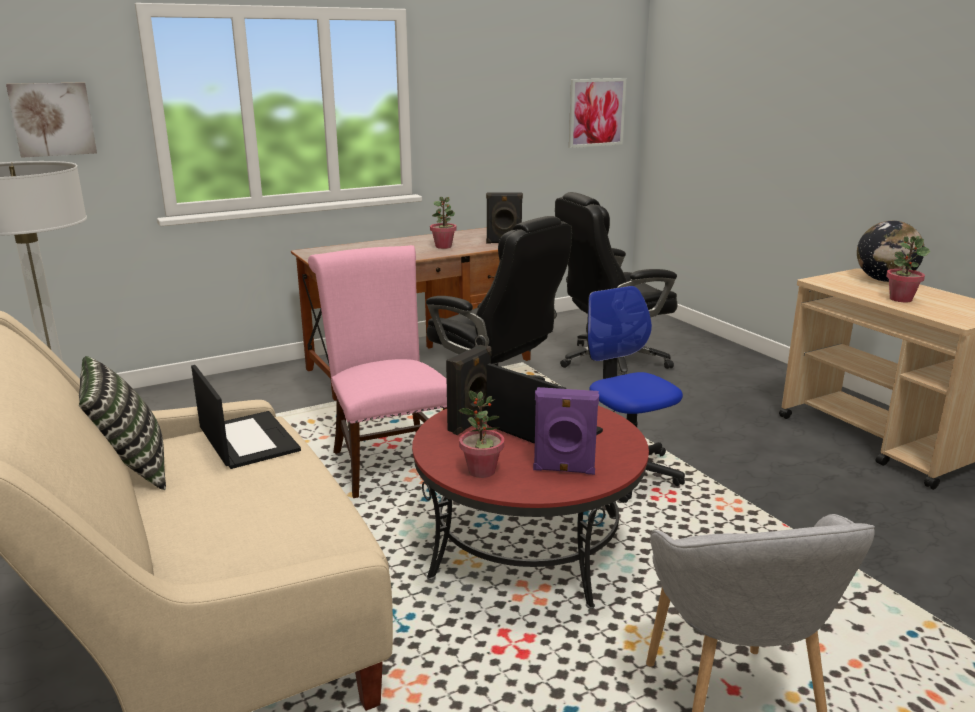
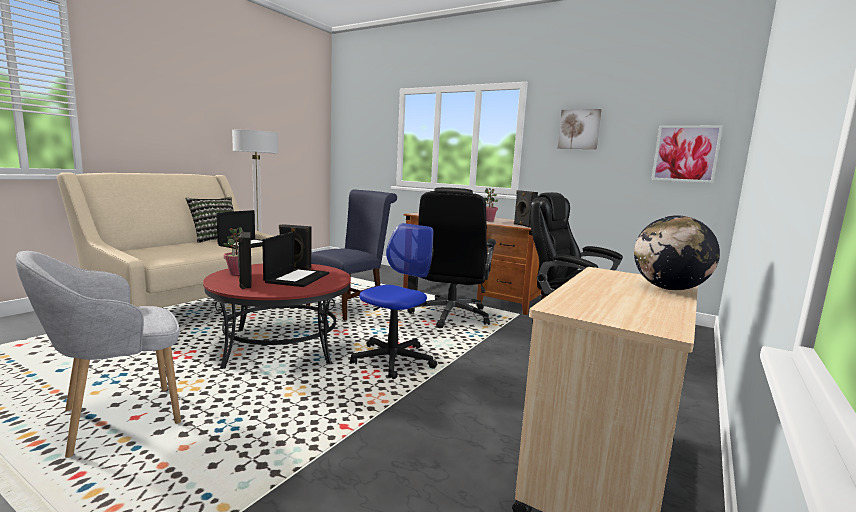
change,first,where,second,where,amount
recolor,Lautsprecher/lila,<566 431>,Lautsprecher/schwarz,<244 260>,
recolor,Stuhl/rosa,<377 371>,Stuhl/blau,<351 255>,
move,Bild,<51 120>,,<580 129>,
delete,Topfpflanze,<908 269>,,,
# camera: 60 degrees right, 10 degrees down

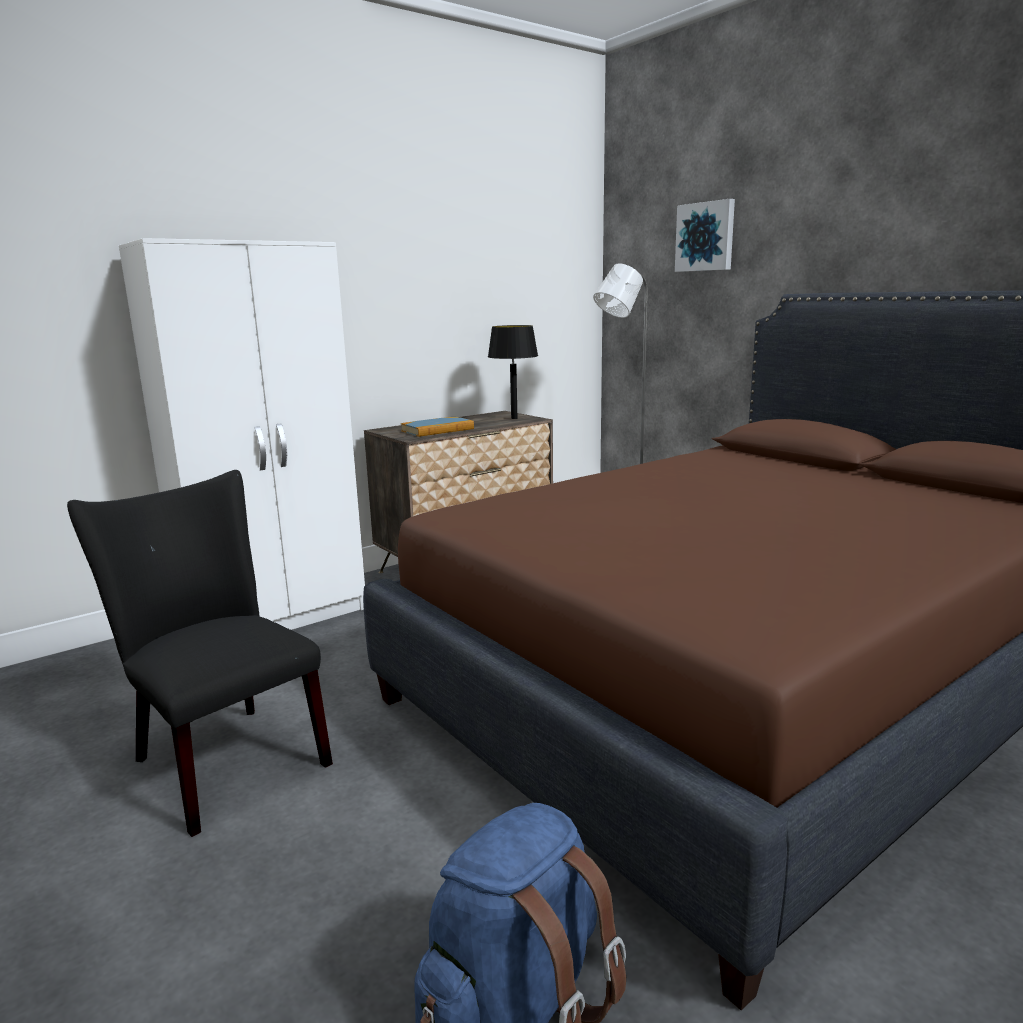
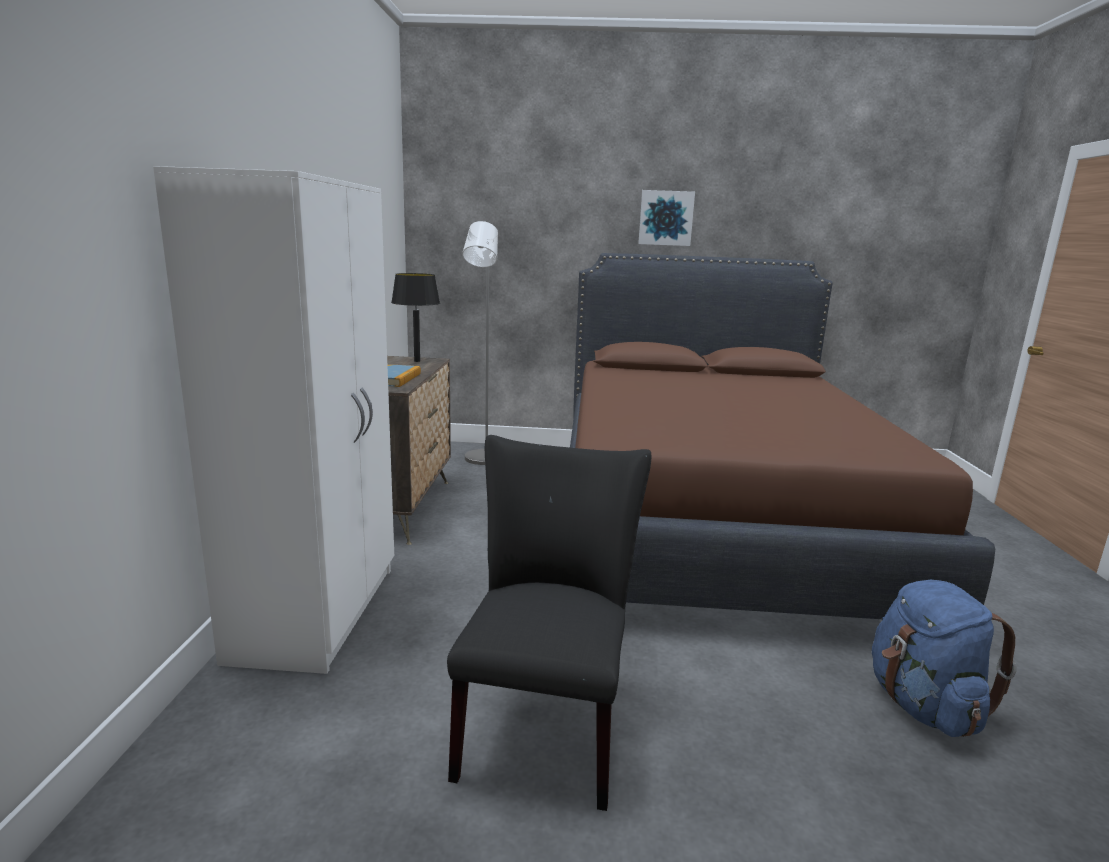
change,first,where,second,where,amount
rotate,Stuhl/schwarz,<200 653>,,<549 623>,105 degrees clockwise
move,Bild,<705 235>,,<666 218>,
# camera: 50 degrees left, 0 degrees up

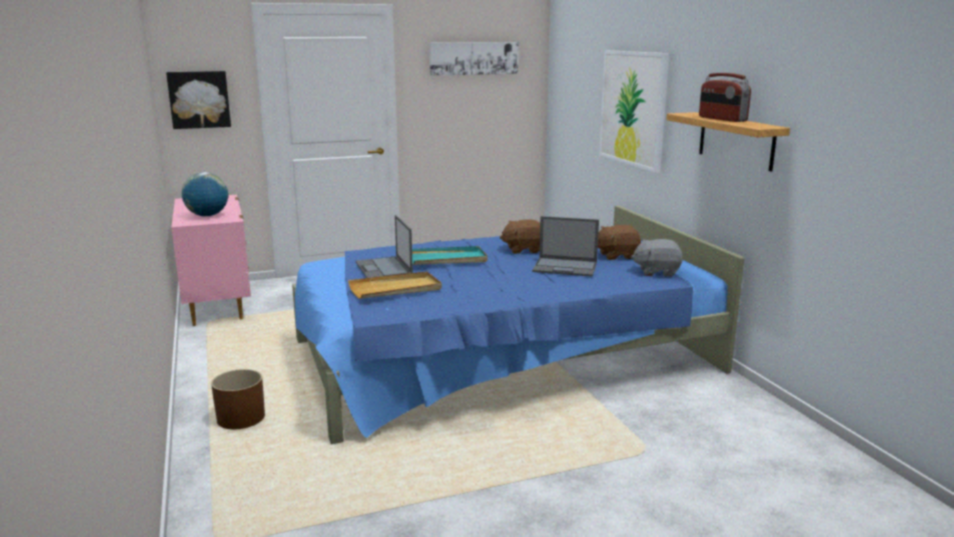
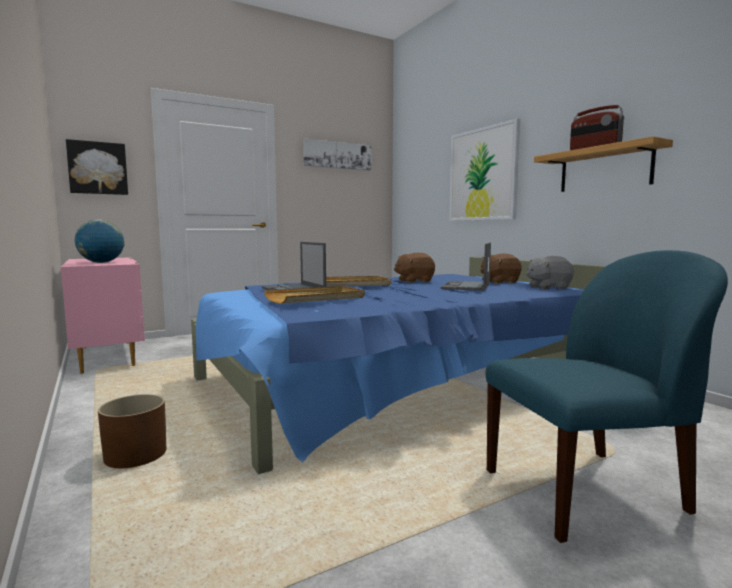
change,first,where,second,where,amount
recolor,Tablett/türkis,<450 255>,Tablett/beige,<358 281>,
rotate,Laptop,<565 246>,,<466 266>,105 degrees clockwise
insert,,,Stuhl/blau,<606 396>,
# camera: 10 degrees left, 10 degrees down

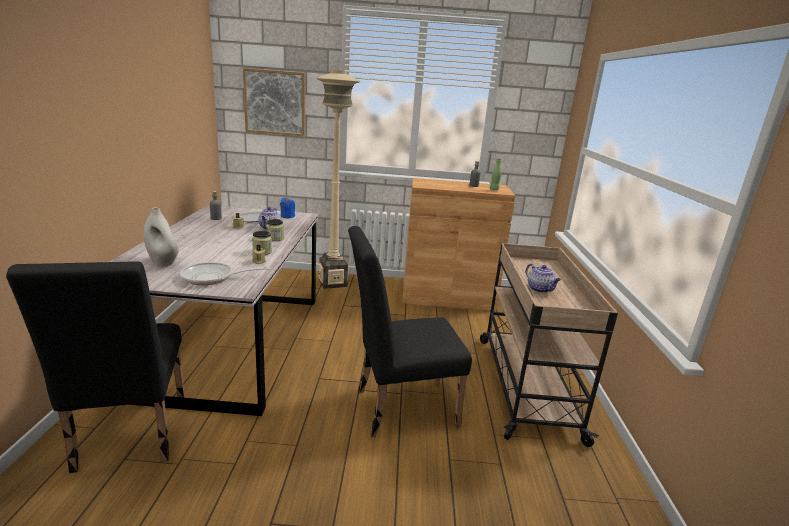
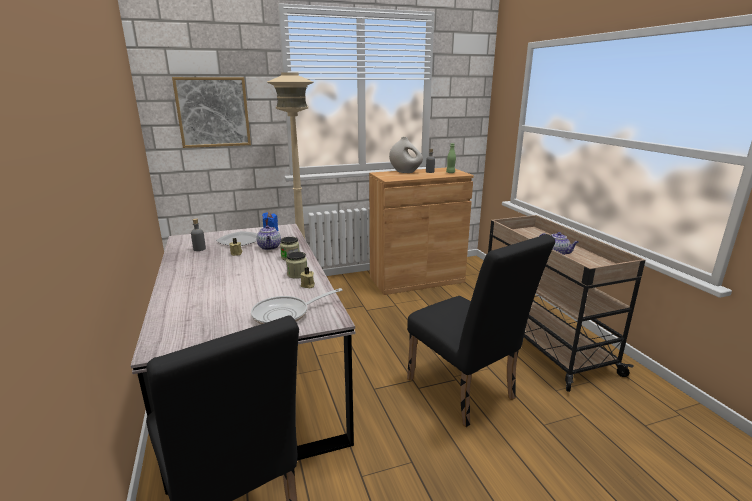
change,first,where,second,where,amount
move,Vase/weiß,<161 237>,,<406 155>,
rotate,Stuhl/schwarz,<410 331>,,<481 330>,90 degrees counterclockwise
# camera: 20 degrees left, 0 degrees up

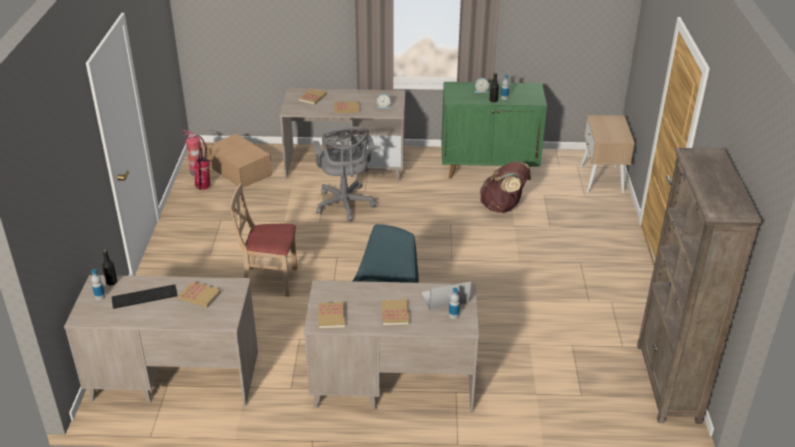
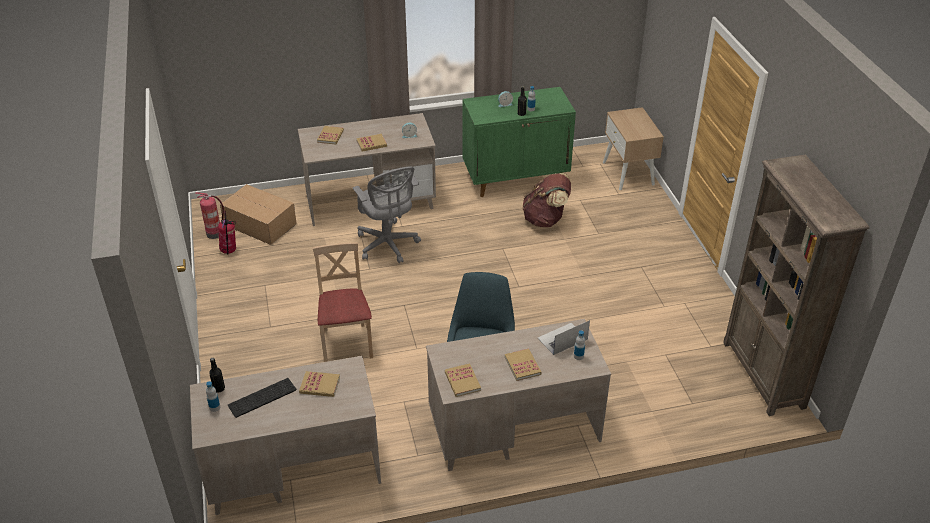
change,first,where,second,where,amount
rotate,Stuhl/beige,<263 240>,,<343 302>,90 degrees clockwise
# camera: 15 degrees left, 5 degrees up

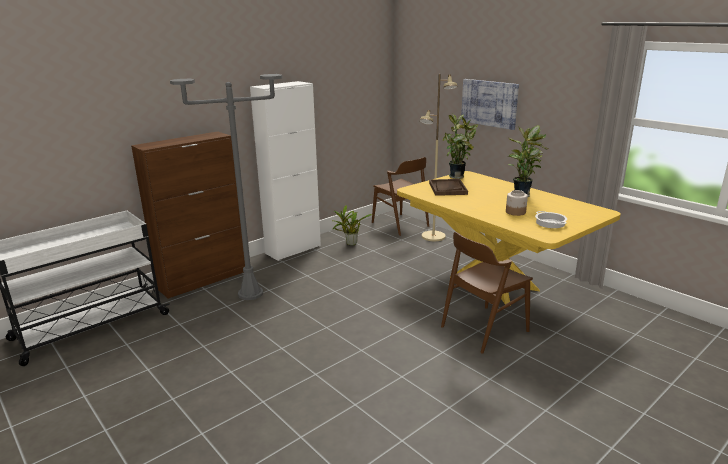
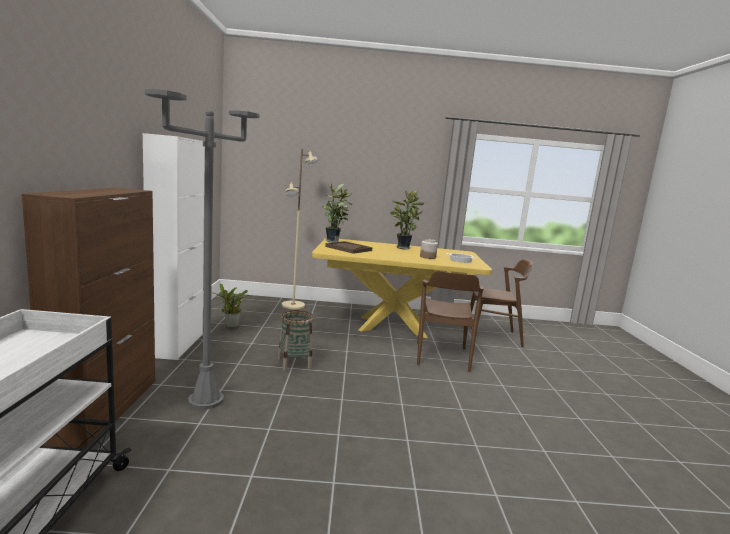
change,first,where,second,where,amount
insert,,,Korb,<295 340>,
move,Stuhl/braun,<400 196>,,<501 303>,
delete,Bild,<490 104>,,,
# camera: 50 degrees left, 10 degrees down

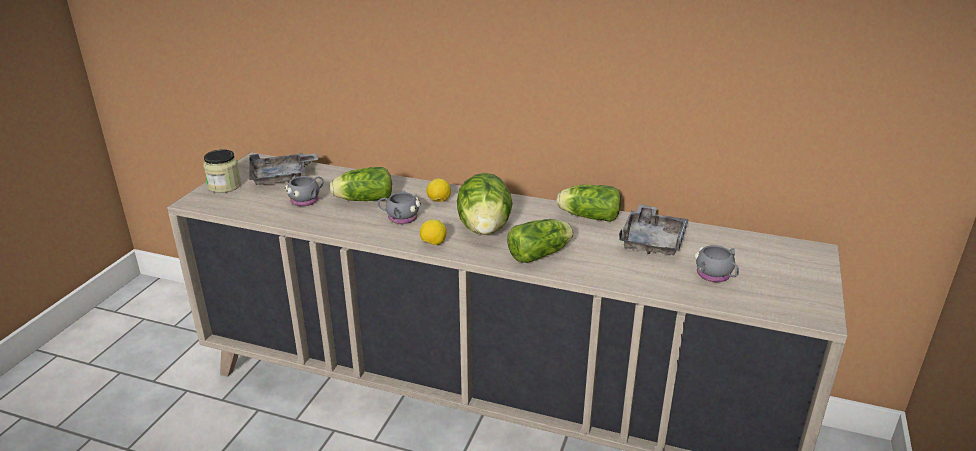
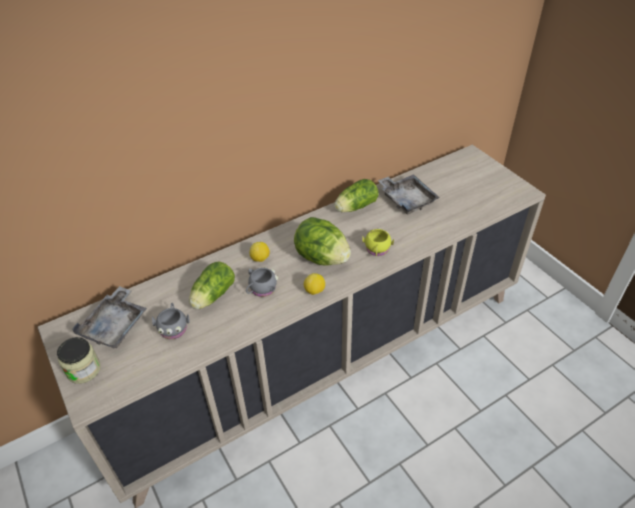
change,first,where,second,where,amount
replace,Salatkopf,<540 241>,Henkelbecher/gelb,<378 242>,
delete,Henkelbecher/grau,<716 263>,,,
# camera: 50 degrees left, 15 degrees up

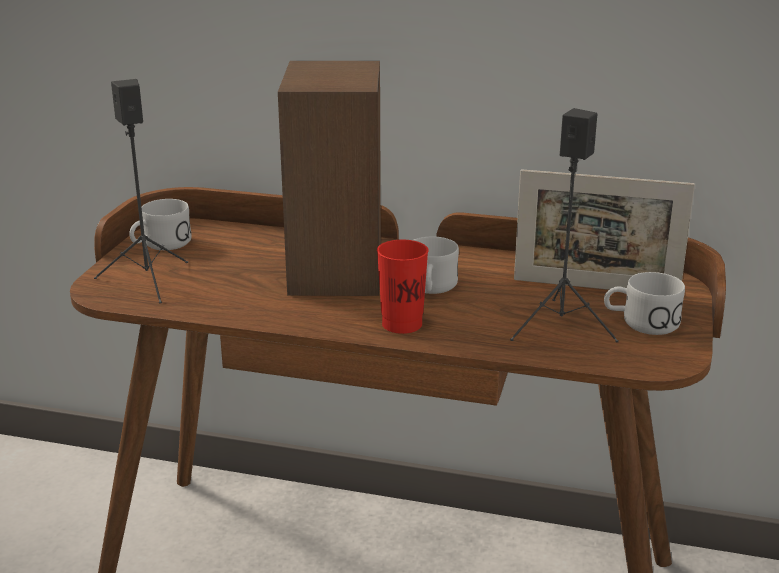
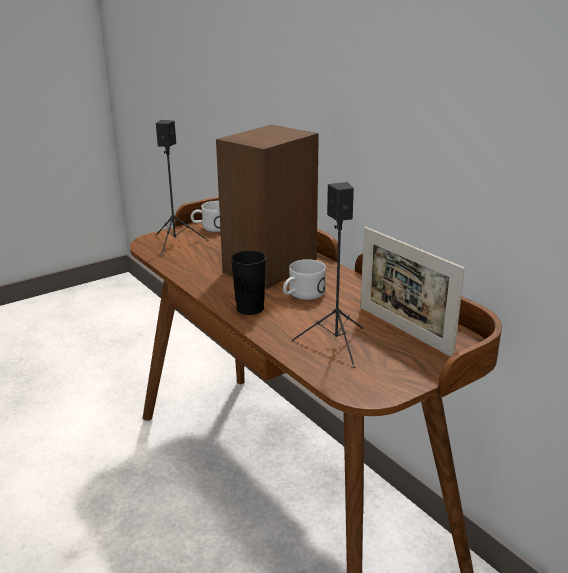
change,first,where,second,where,amount
recolor,Tasse/rot,<402 287>,Tasse/schwarz,<248 283>,
delete,Henkelbecher/weiß,<644 303>,,,
# camera: 40 degrees right, 0 degrees up

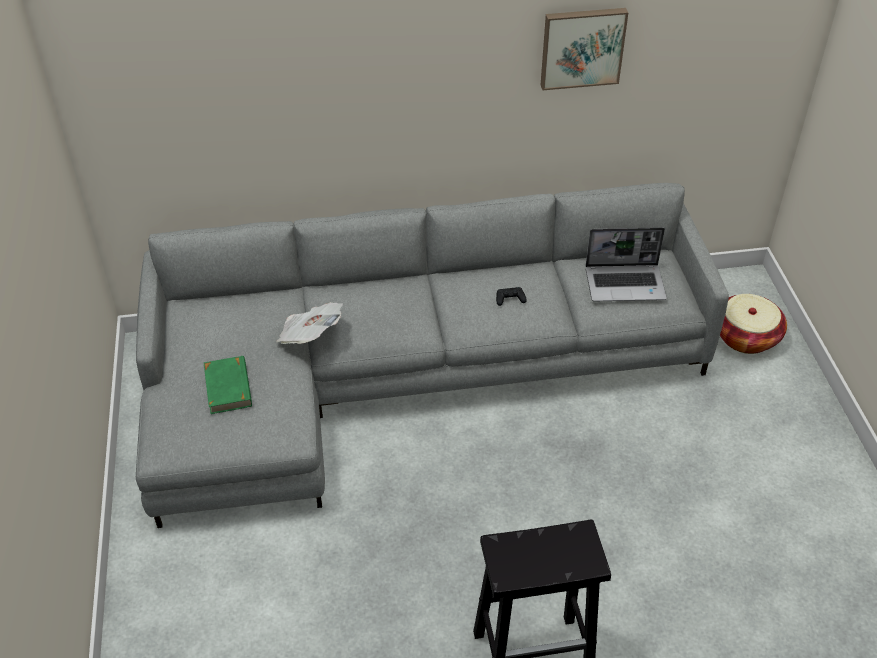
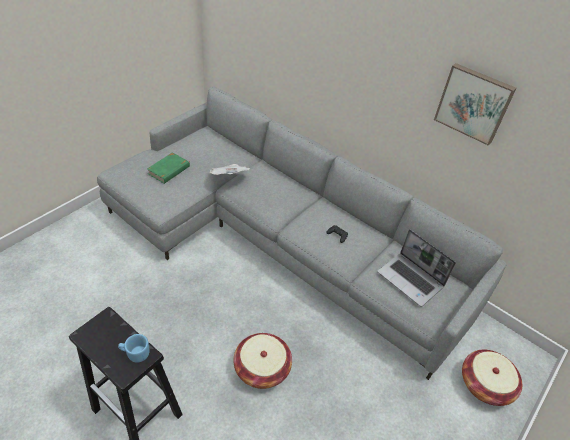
change,first,where,second,where,amount
insert,,,Henkelbecher/blau,<134 348>,
insert,,,Korb,<263 361>,
# camera: 45 degrees right, 0 degrees up

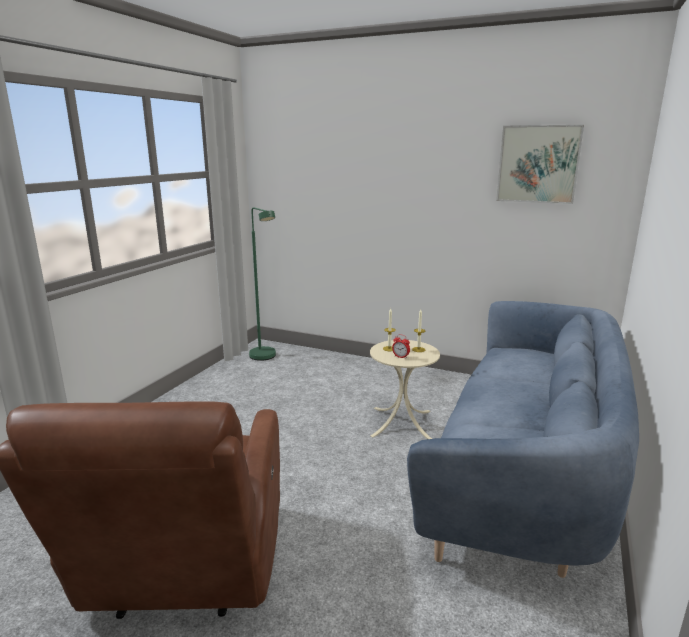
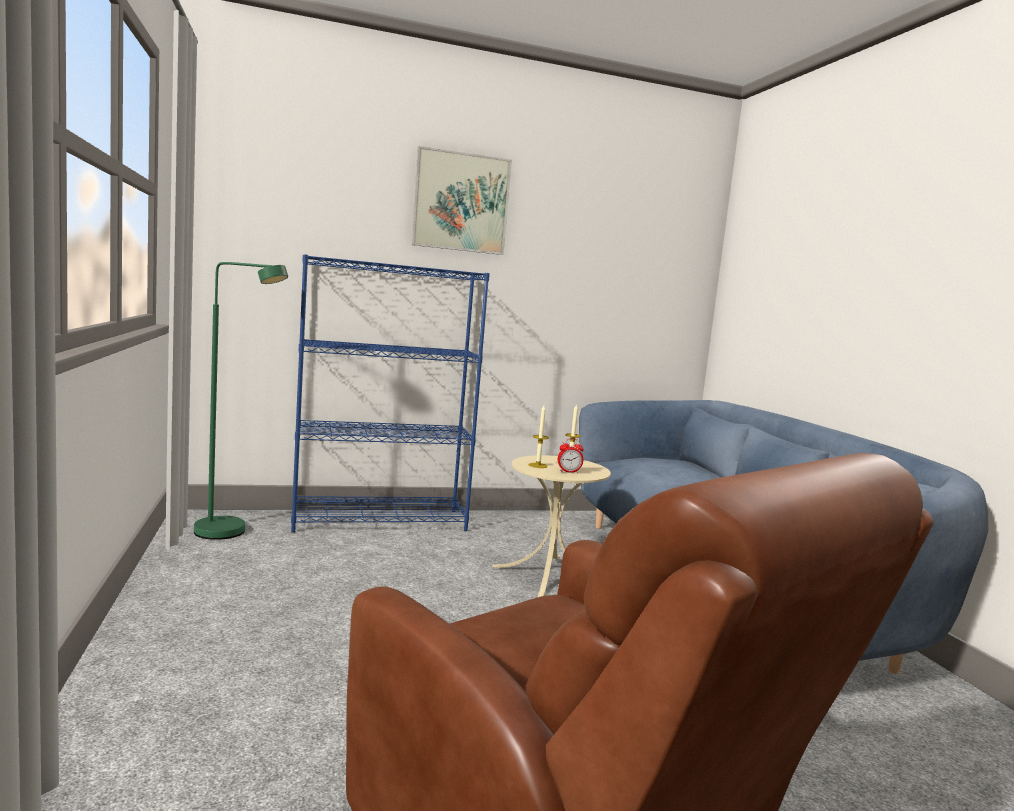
change,first,where,second,where,amount
insert,,,Bücherregal/blau,<390 393>,
move,Bild,<540 164>,,<461 200>,
# camera: 40 degrees left, 10 degrees down

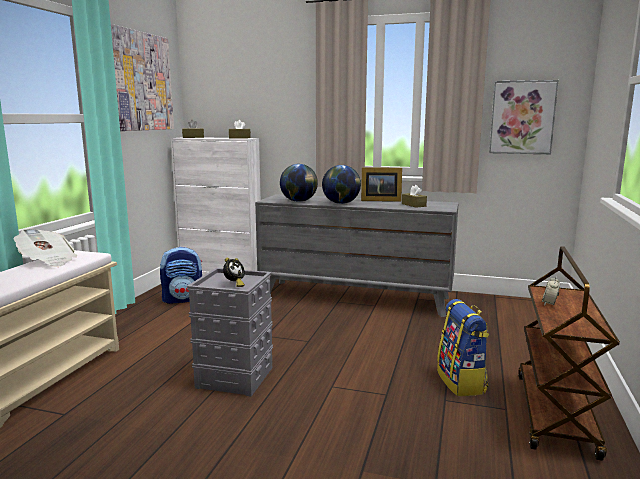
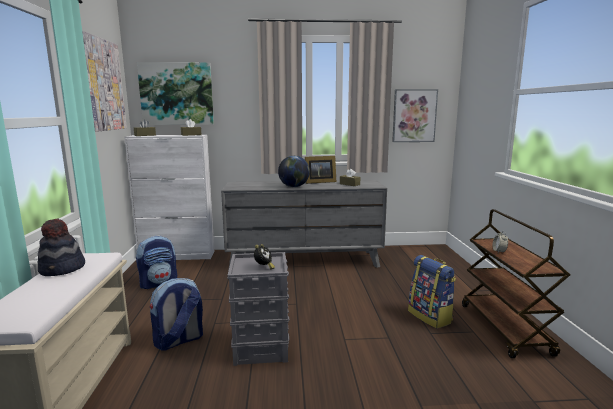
change,first,where,second,where,amount
replace,Zeitung,<45 247>,Hut,<61 247>,
insert,,,Bild,<175 93>,
insert,,,Rucksack,<176 314>,
delete,Globus,<299 183>,,,
# camera: 20 degrees left, 0 degrees up

